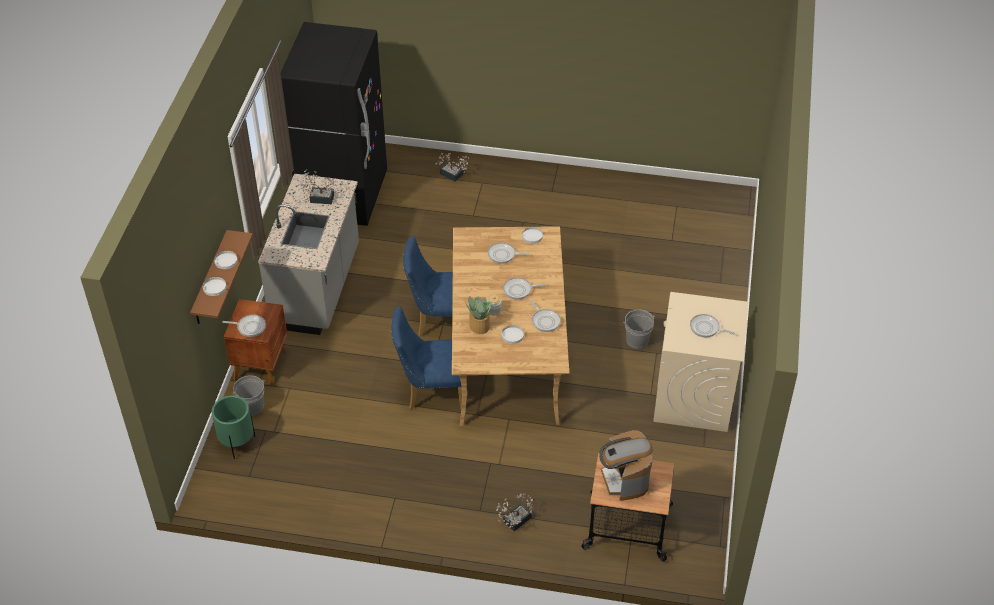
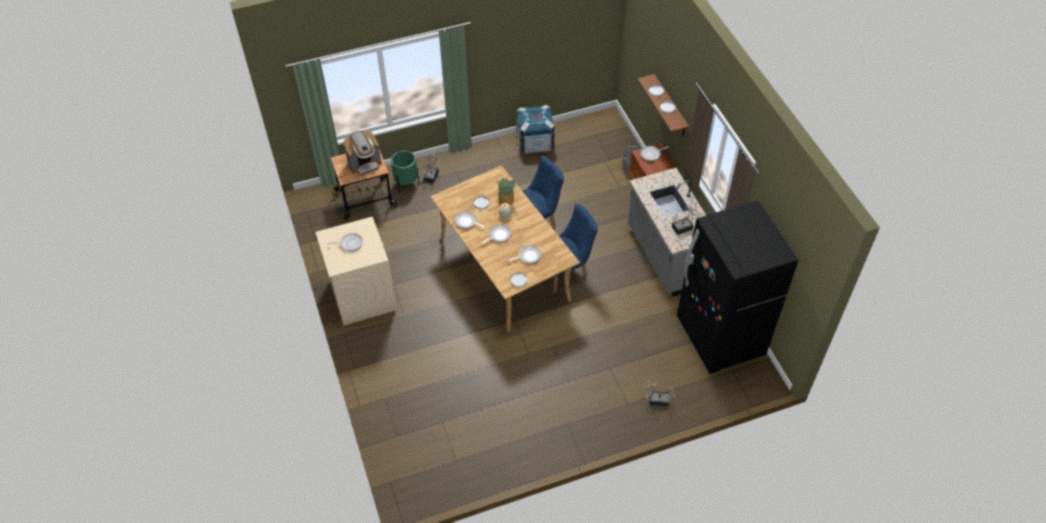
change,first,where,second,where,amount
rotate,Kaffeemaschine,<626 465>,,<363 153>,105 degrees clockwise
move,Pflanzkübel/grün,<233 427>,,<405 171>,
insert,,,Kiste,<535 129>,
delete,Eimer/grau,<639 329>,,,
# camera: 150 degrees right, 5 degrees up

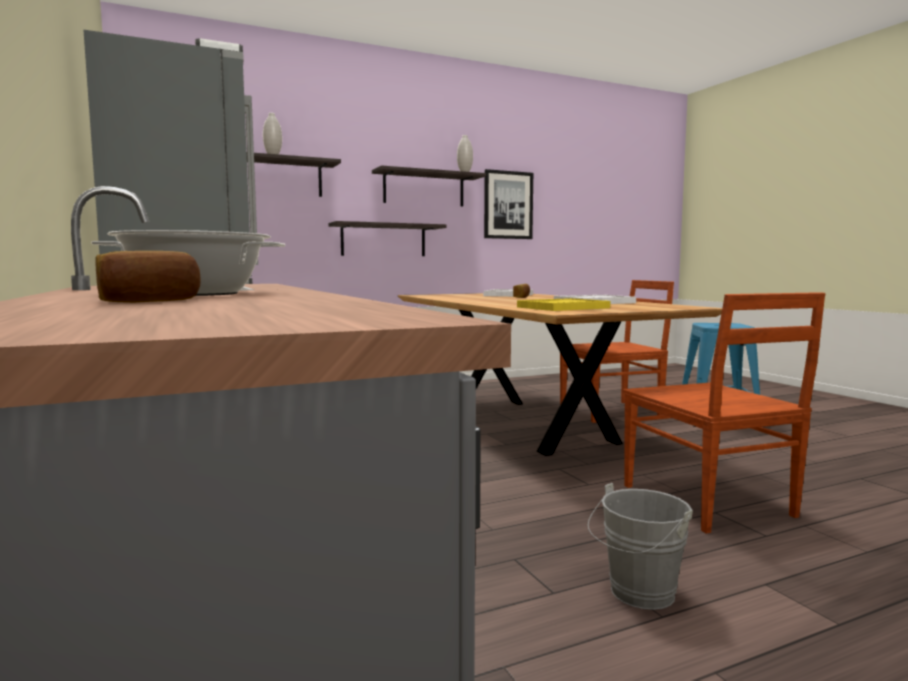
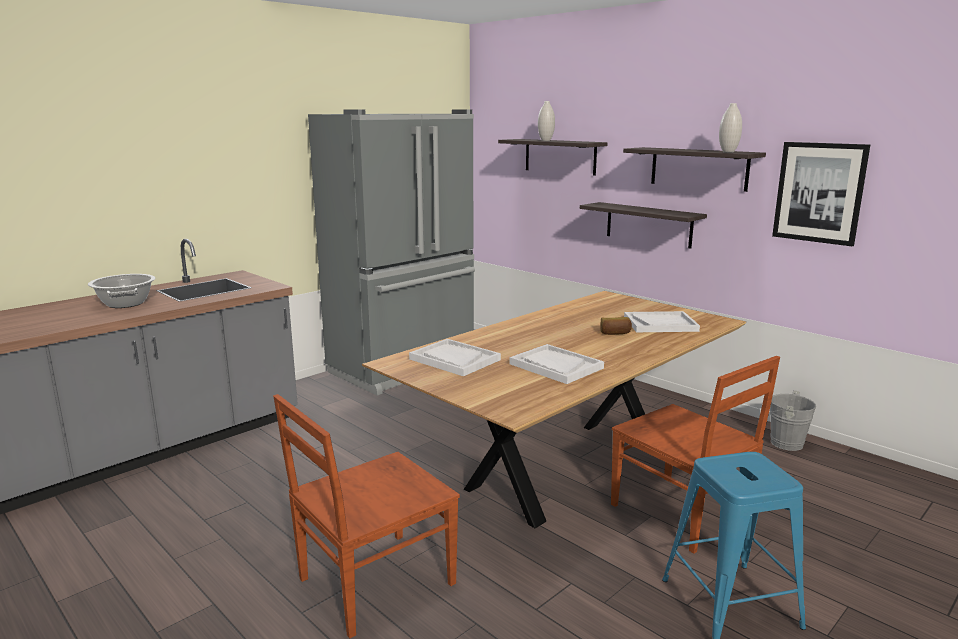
change,first,where,second,where,amount
recolor,Tablett/gelb,<563 304>,Tablett/weiß,<455 357>,
move,Eimer/grau,<640 546>,,<788 420>,
delete,Brot,<148 277>,,,
# camera: 70 degrees right, 10 degrees up

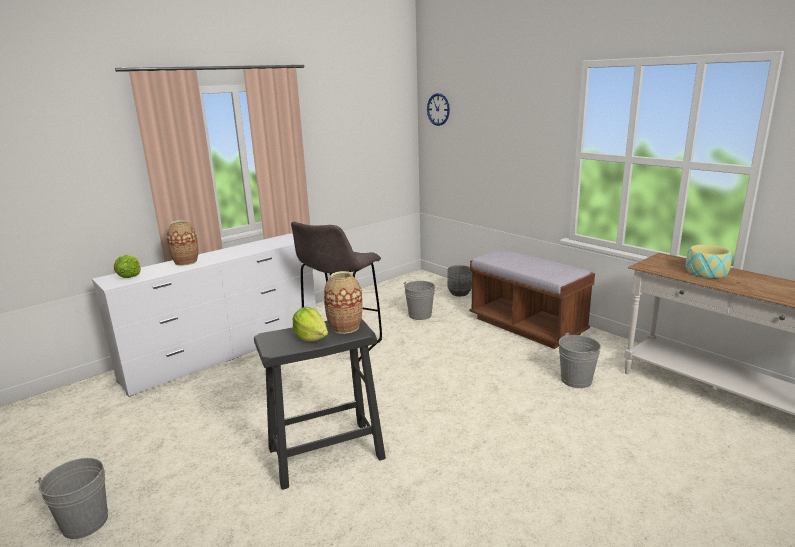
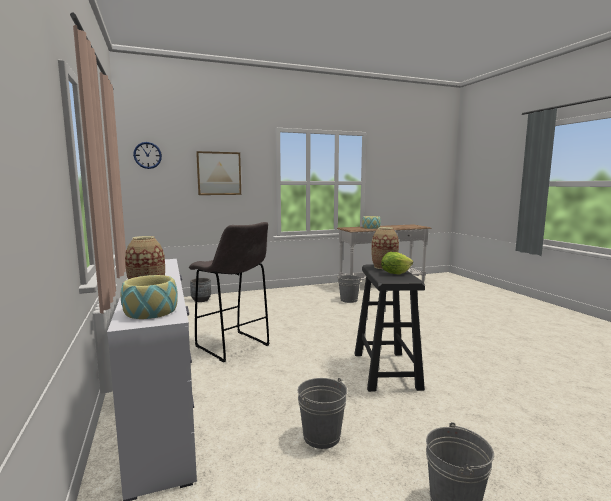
change,first,where,second,where,amount
replace,Salatkopf,<127 266>,Schüssel,<149 297>,
insert,,,Bild,<218 173>,
move,Eimer/grau,<419 300>,,<322 413>,
delete,Bank/braun,<532 299>,,,
# camera: 70 degrees left, 10 degrees down

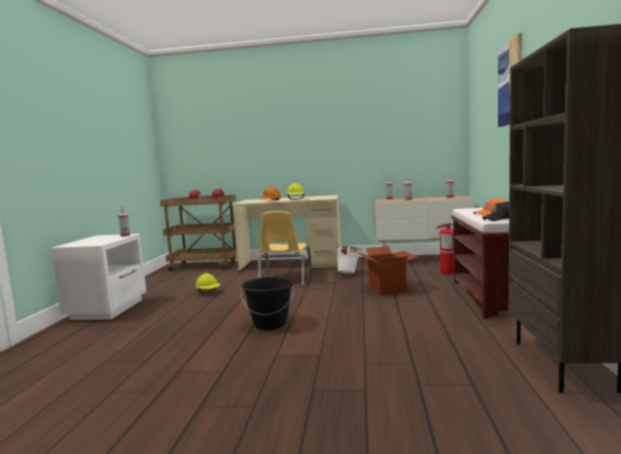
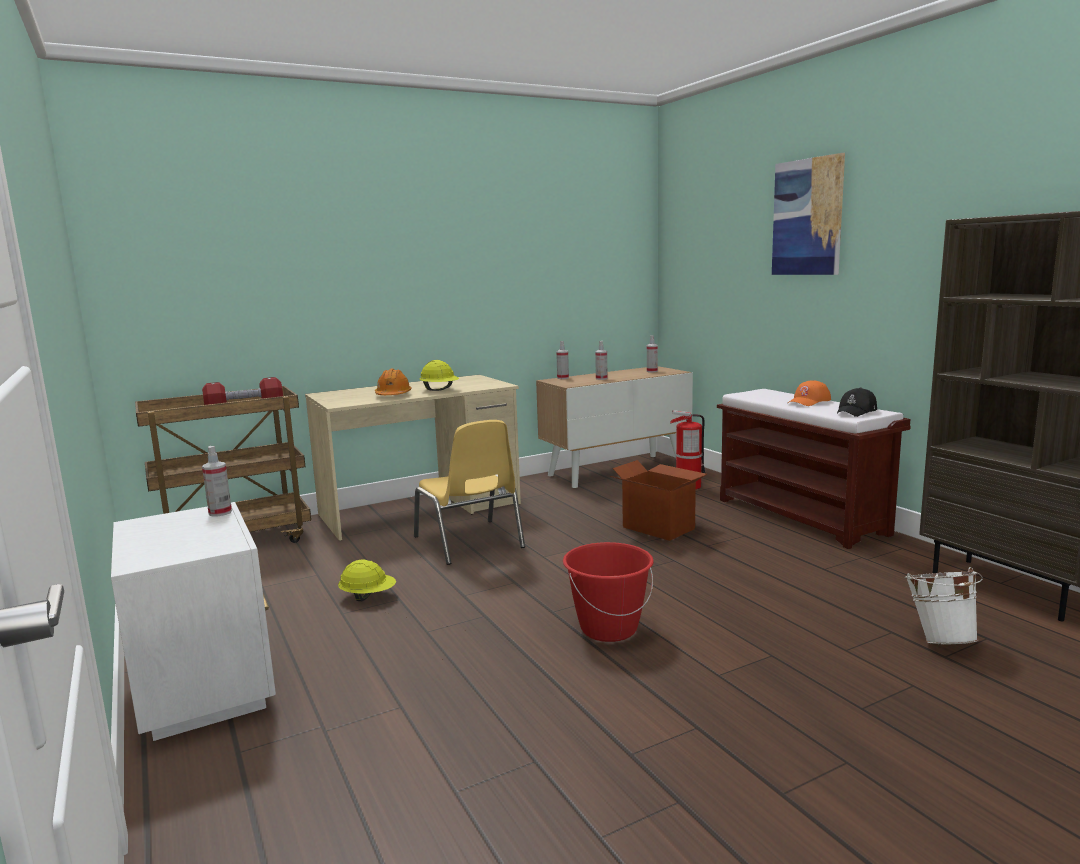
change,first,where,second,where,amount
recolor,Eimer/schwarz,<267 303>,Eimer/rot,<608 592>,
move,Eimer/weiß,<348 260>,,<944 605>,
# camera: 35 degrees left, 5 degrees up

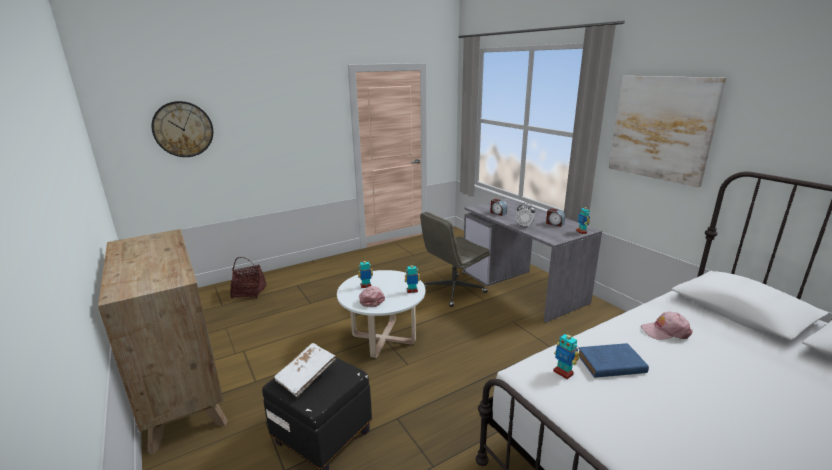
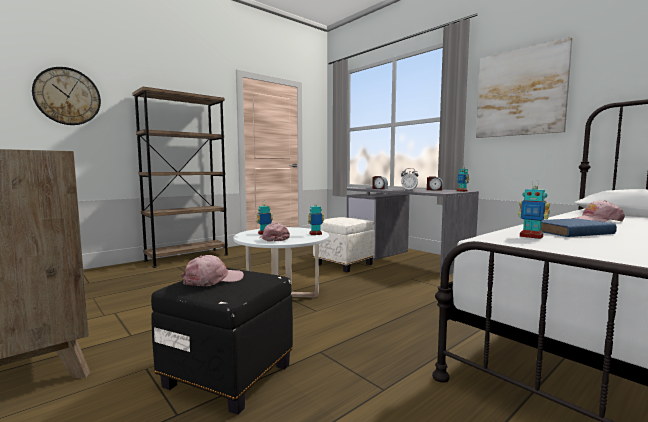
change,first,where,second,where,amount
insert,,,Bücherregal/braun,<180 177>,
replace,Buch/weiß,<305 370>,Kappe/rosa,<212 270>,
replace,Bürostuhl/grau,<455 259>,Polsterhocker/weiß,<344 244>,
delete,Korb,<248 278>,,,
# camera: 10 degrees left, 15 degrees down

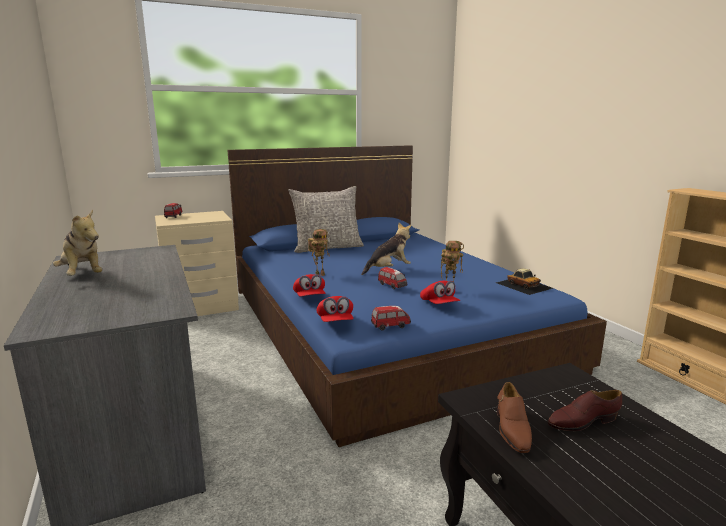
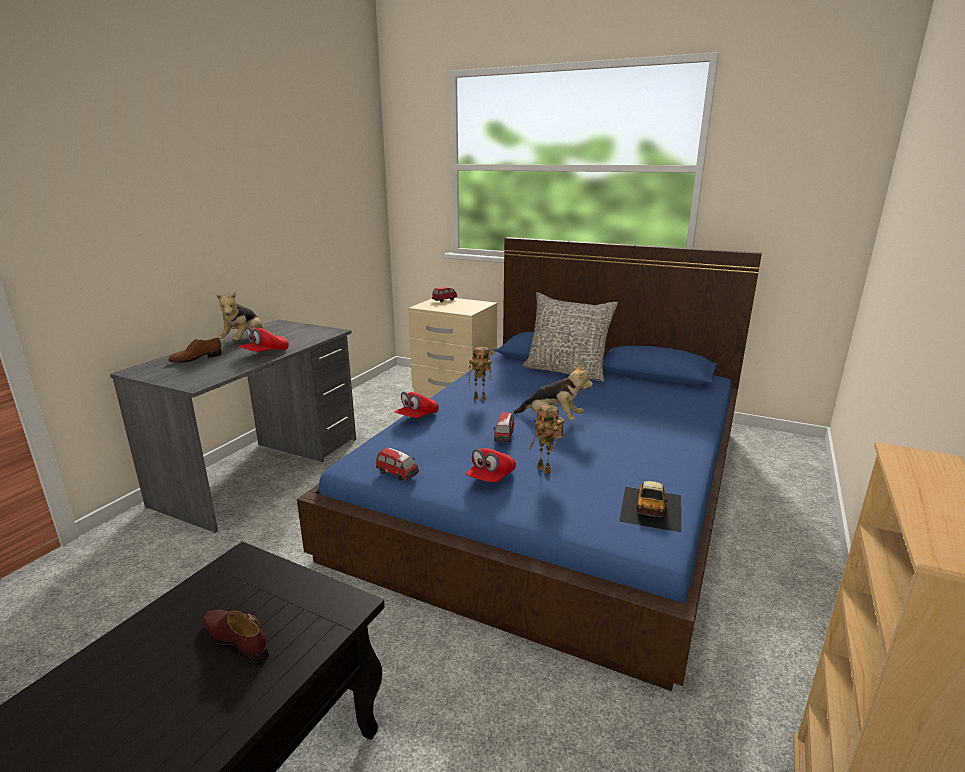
change,first,where,second,where,amount
move,Schuh/braun,<514 417>,,<195 350>,
move,Kappe/rot,<334 309>,,<263 339>,
# camera: 50 degrees right, 5 degrees up

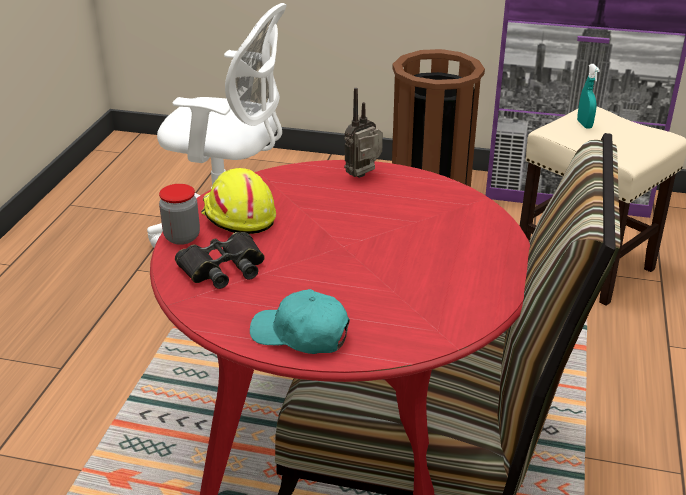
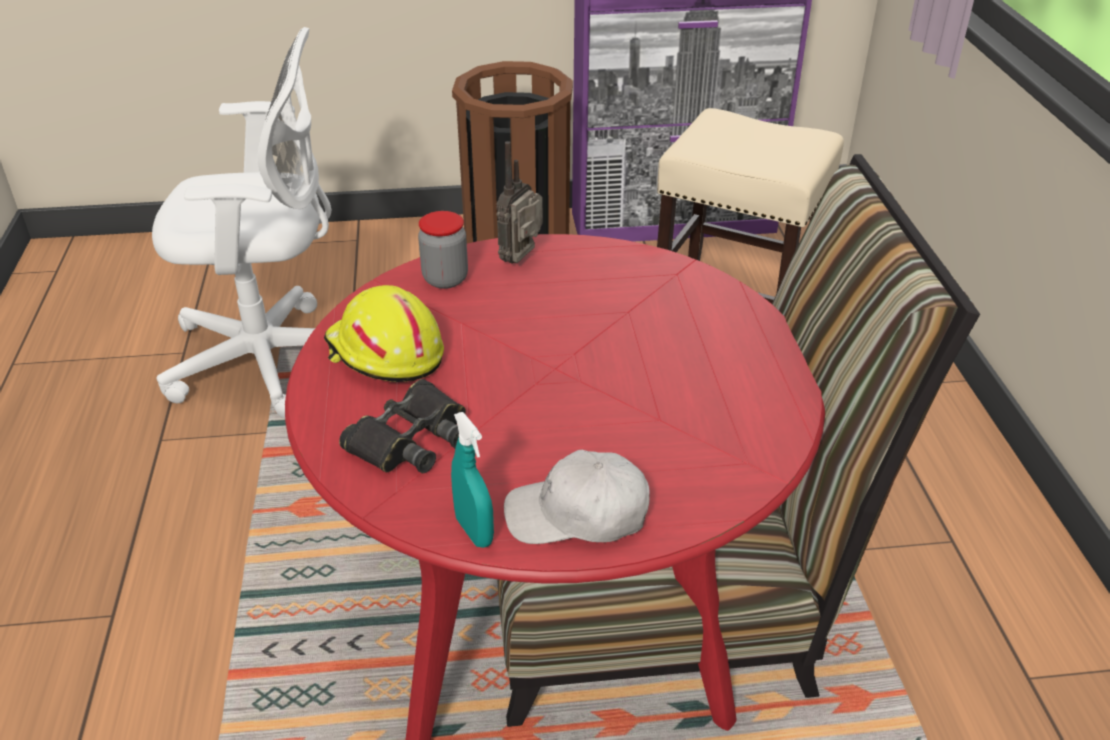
change,first,where,second,where,amount
move,Vorratsglas,<179 214>,,<443 250>,
move,Sprühflasche/türkis,<588 96>,,<472 480>,
recolor,Kappe/türkis,<300 321>,Kappe/weiß,<577 497>,
# camera: 20 degrees left, 5 degrees up

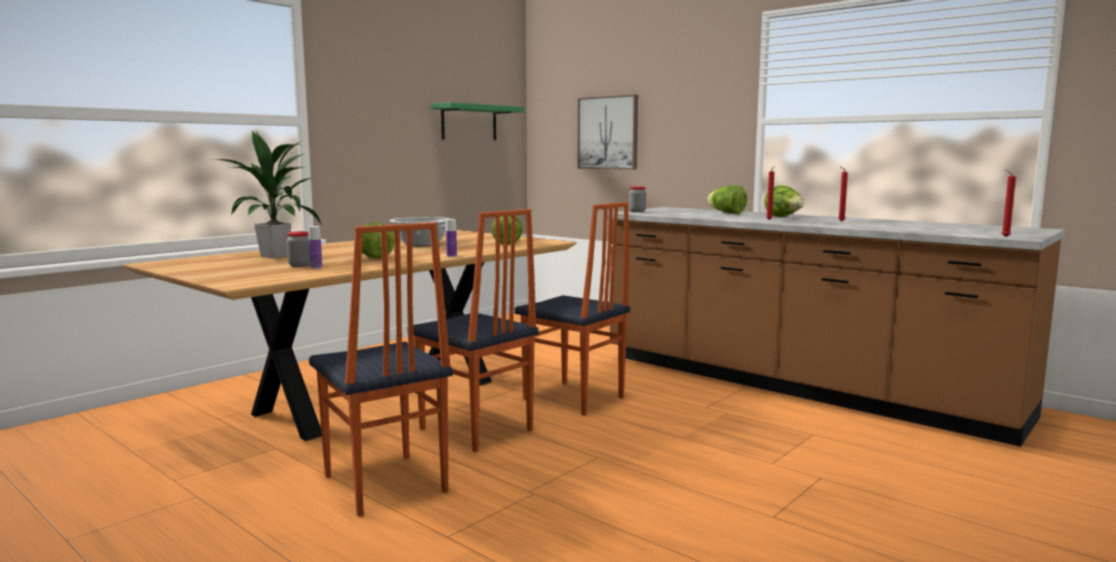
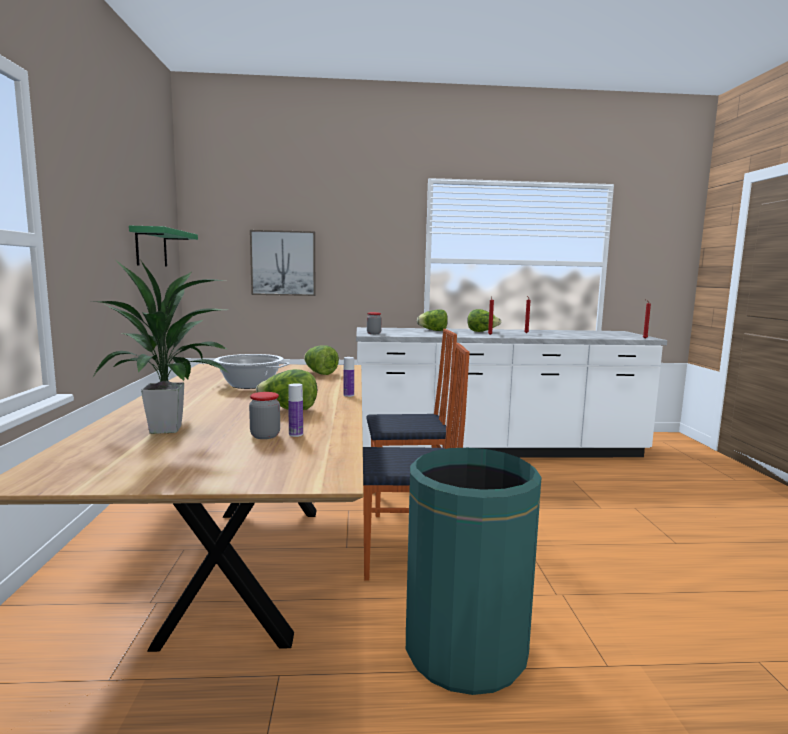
change,first,where,second,where,amount
recolor,Küchenzeile/braun,<836 327>,Küchenzeile/weiß,<511 392>,
replace,Stuhl,<381 369>,Mülleimer/grün,<473 571>,
# camera: 45 degrees left, 0 degrees up

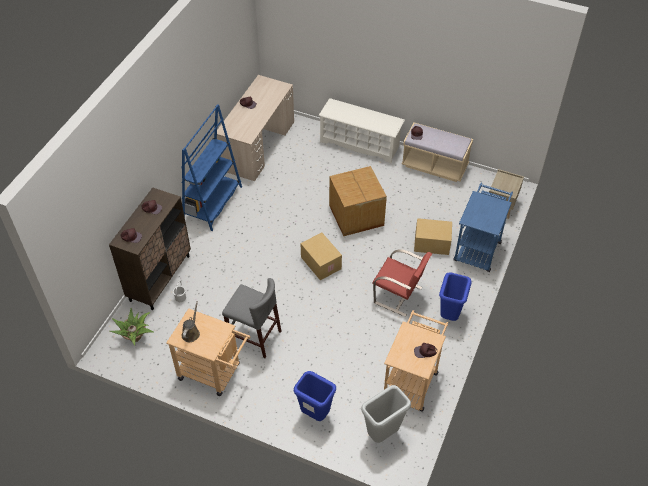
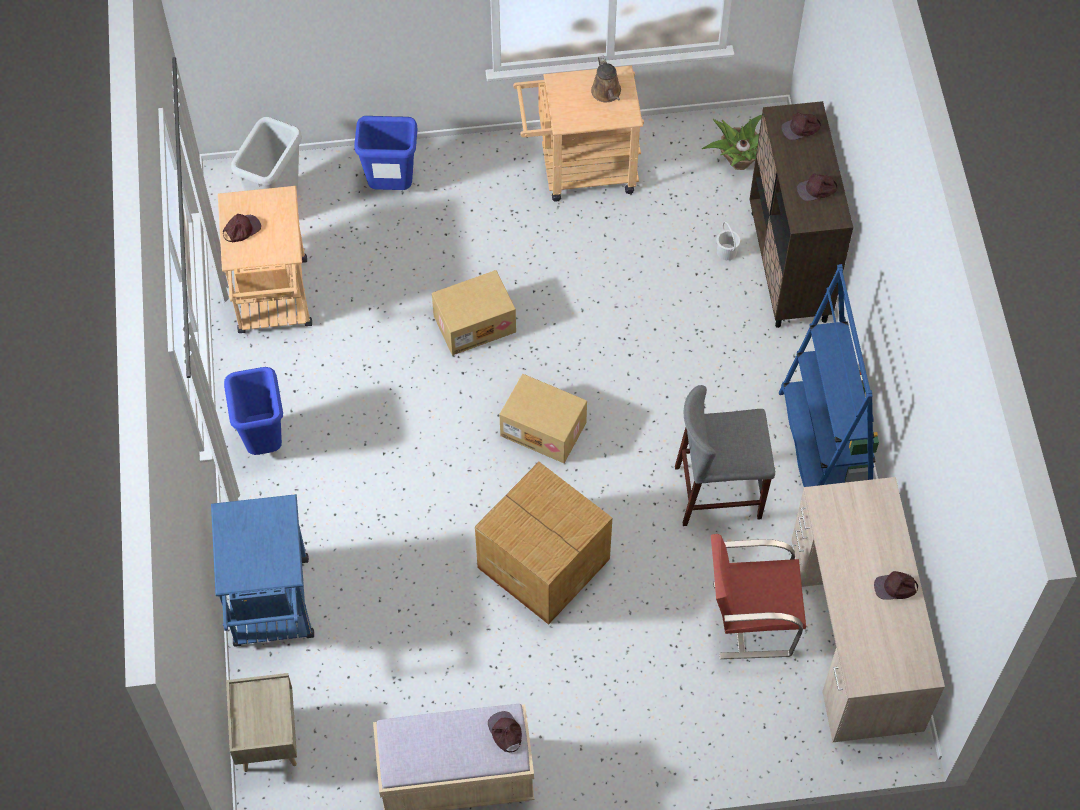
change,first,where,second,where,amount
move,Karton,<433 236>,,<474 312>,
move,Hocker/grau,<251 318>,,<725 455>,
move,Stuhl/rot,<402 283>,,<758 596>,
delete,Schuhregal/weiß,<362 130>,,,
# camera: 150 degrees right, 10 degrees up

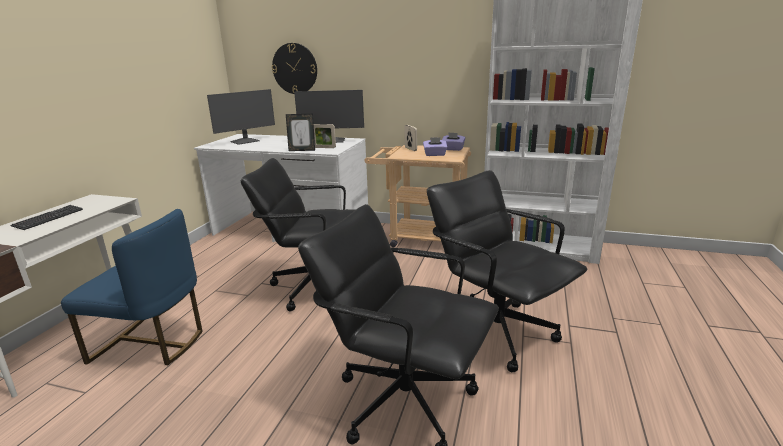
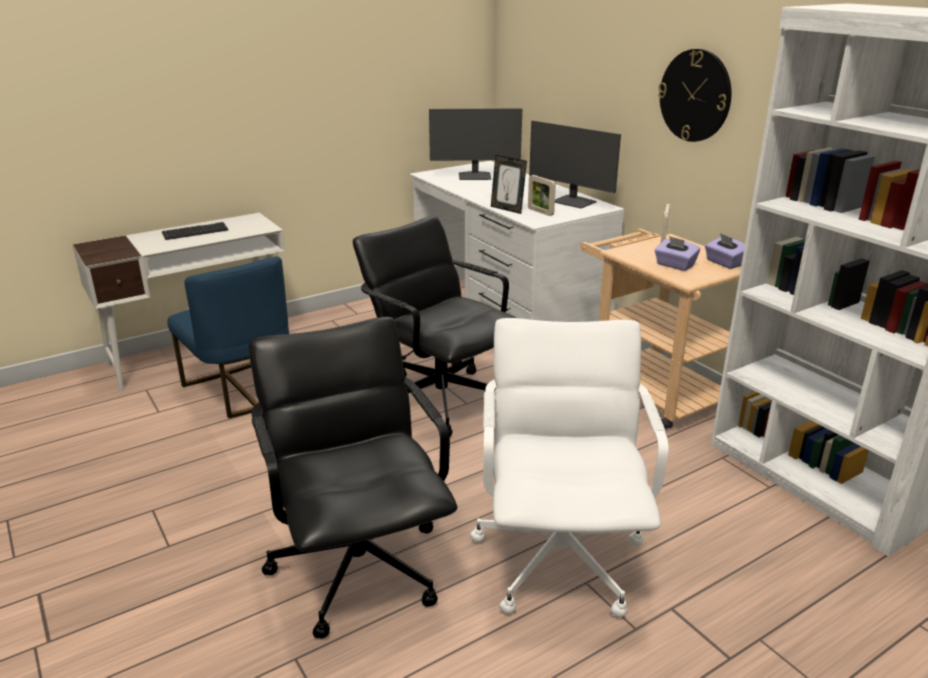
change,first,where,second,where,amount
recolor,Bürostuhl/schwarz,<507 271>,Bürostuhl/weiß,<569 467>,
move,Wanduhr,<294 68>,,<694 95>,
# camera: 40 degrees right, 5 degrees up

